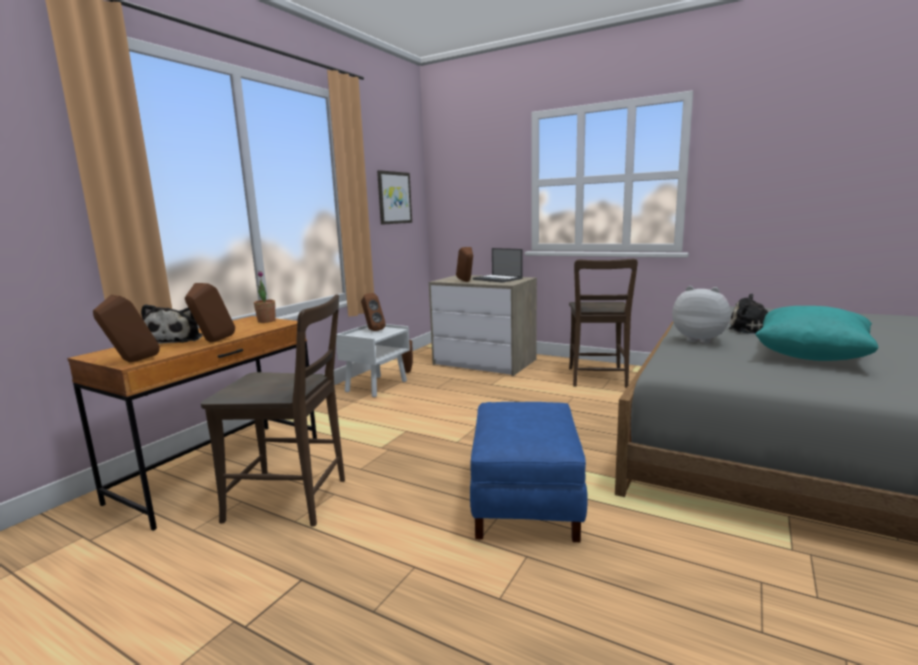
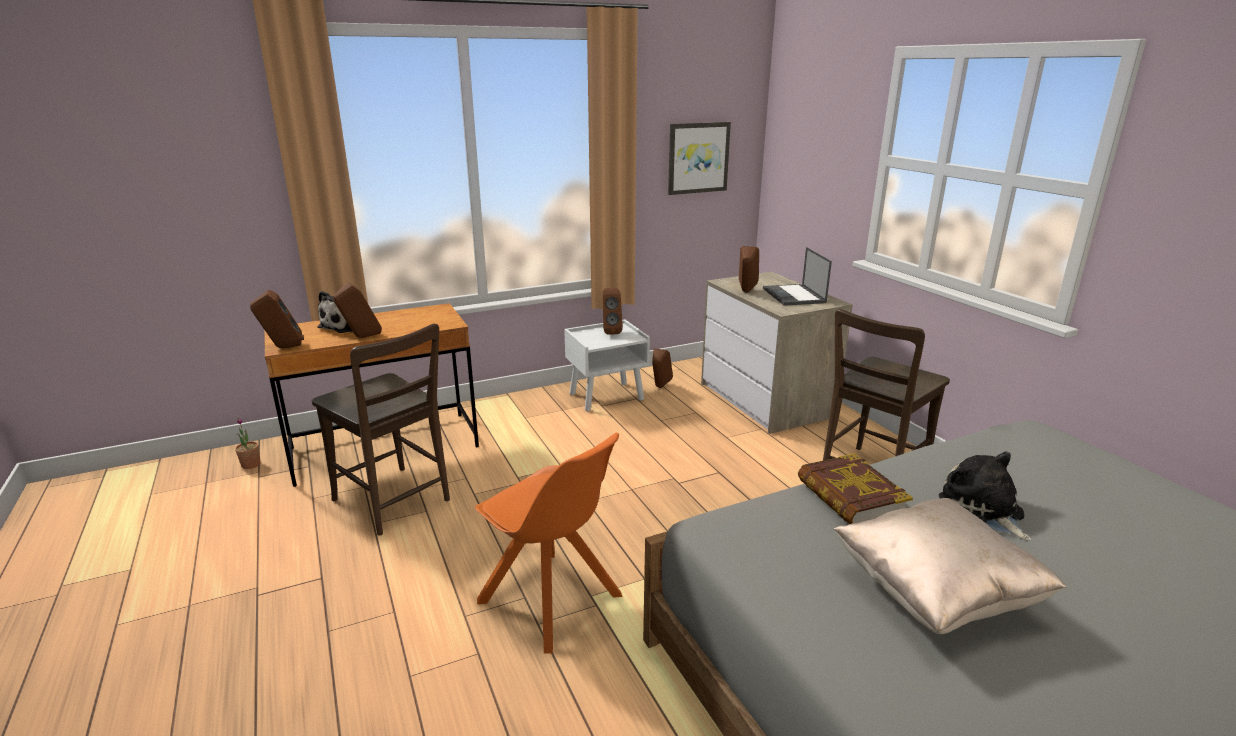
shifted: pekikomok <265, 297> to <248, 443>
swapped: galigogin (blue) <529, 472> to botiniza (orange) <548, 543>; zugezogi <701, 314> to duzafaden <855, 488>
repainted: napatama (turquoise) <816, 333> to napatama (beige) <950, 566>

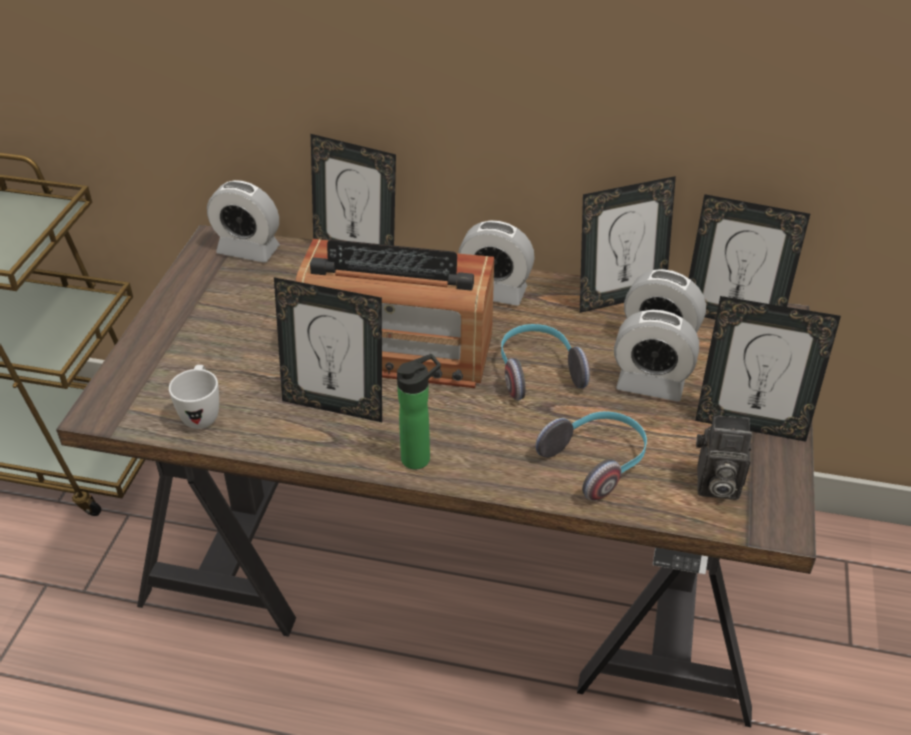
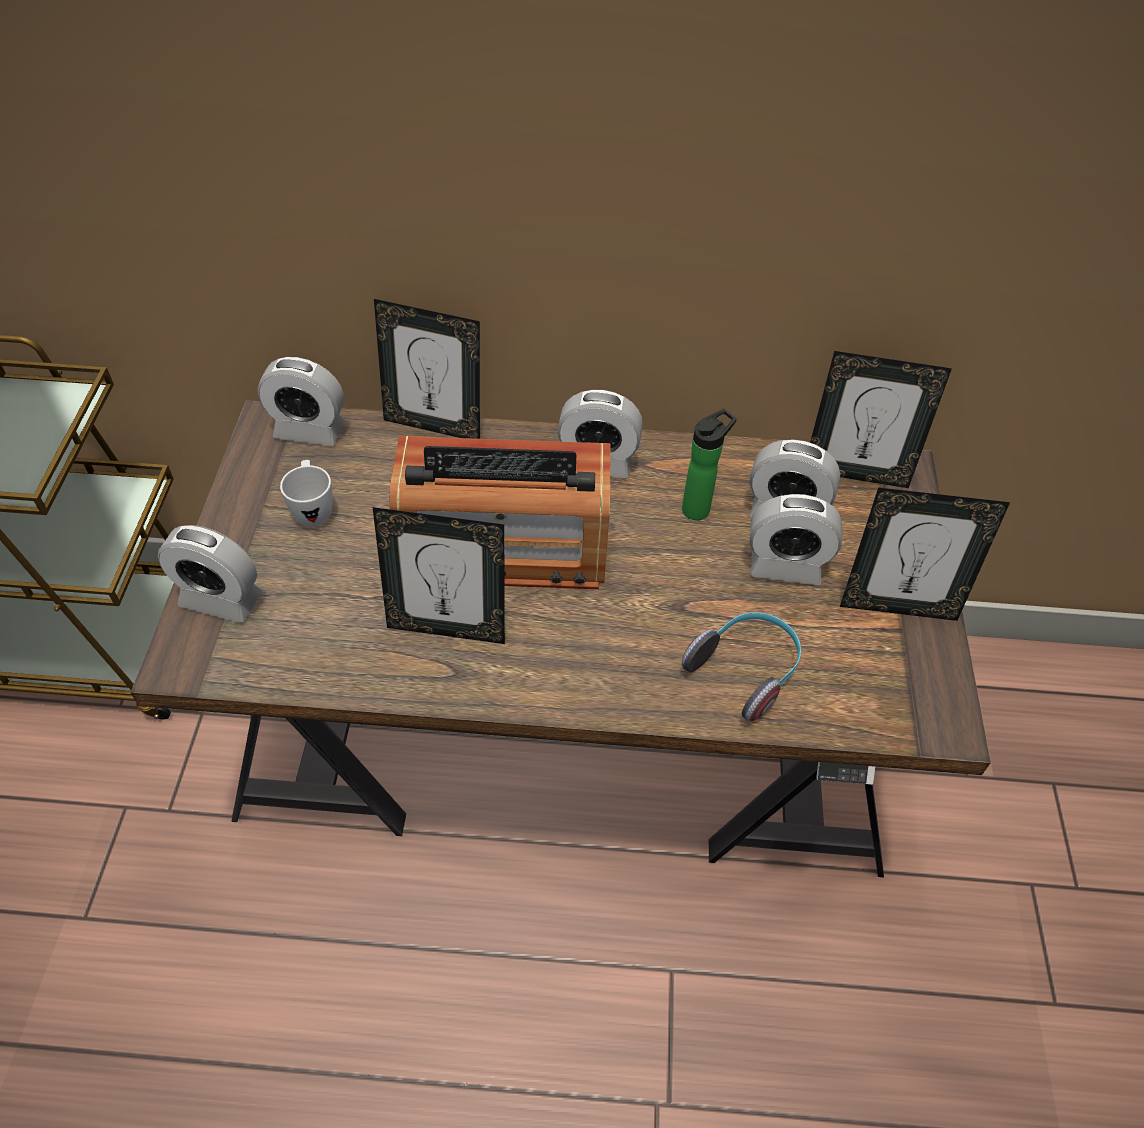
gone: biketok <545, 362>; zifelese <628, 244>; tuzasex <724, 457>
new: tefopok <210, 574>
shifted: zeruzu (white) <194, 397> to <306, 493>; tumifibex <419, 411> to <709, 464>

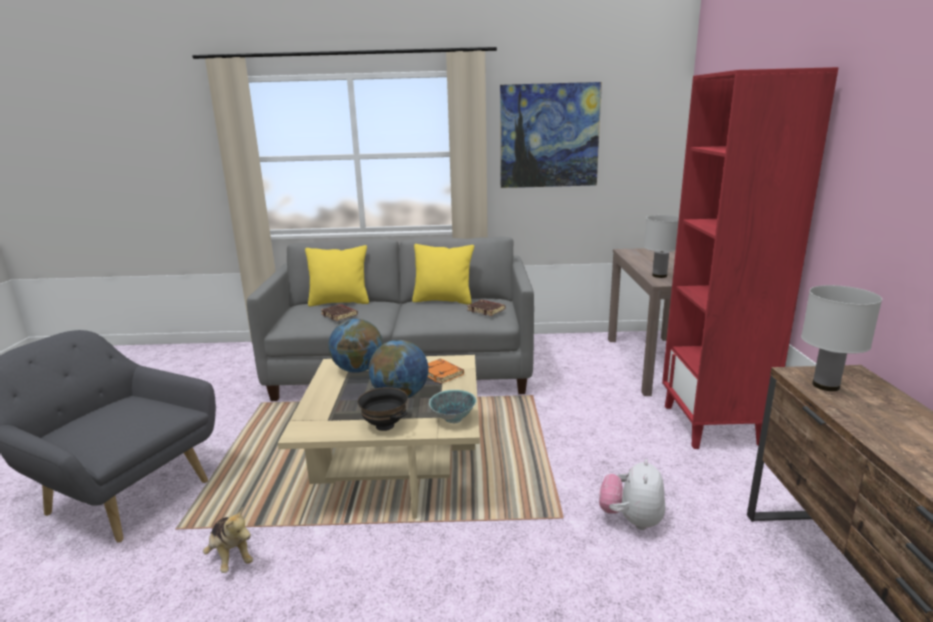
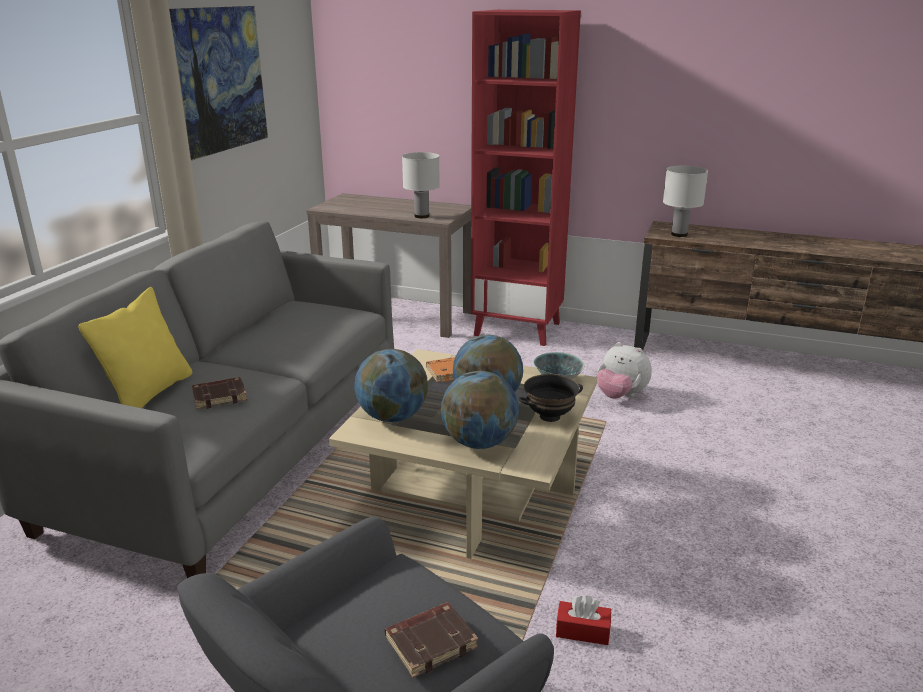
gone: napatama (yellow) <443, 274>
new: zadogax <480, 410>
shifted: duzafaden (brown) <486, 308> to <431, 640>
swapped: zugezogi <228, 539> to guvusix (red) <583, 620>

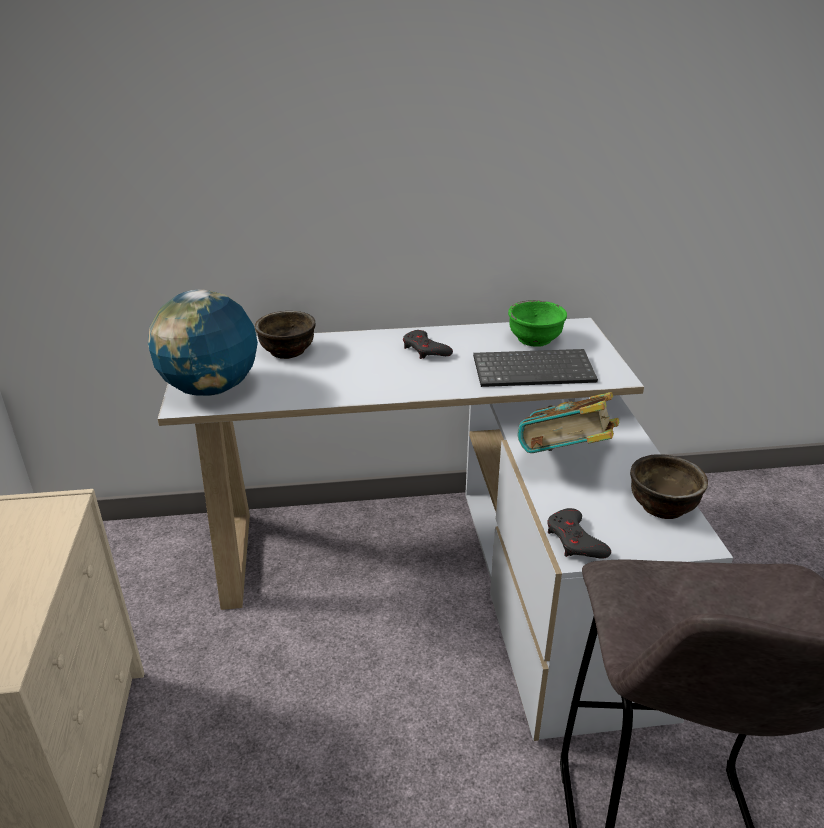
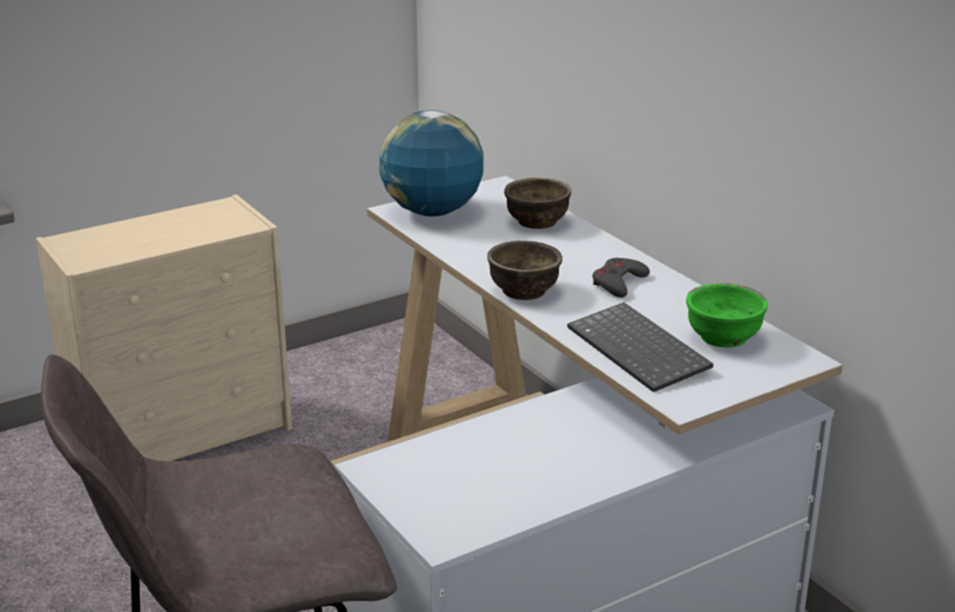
gone: duzafaden <569, 422>; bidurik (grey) <579, 533>
shifted: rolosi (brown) <669, 486> to <524, 270>

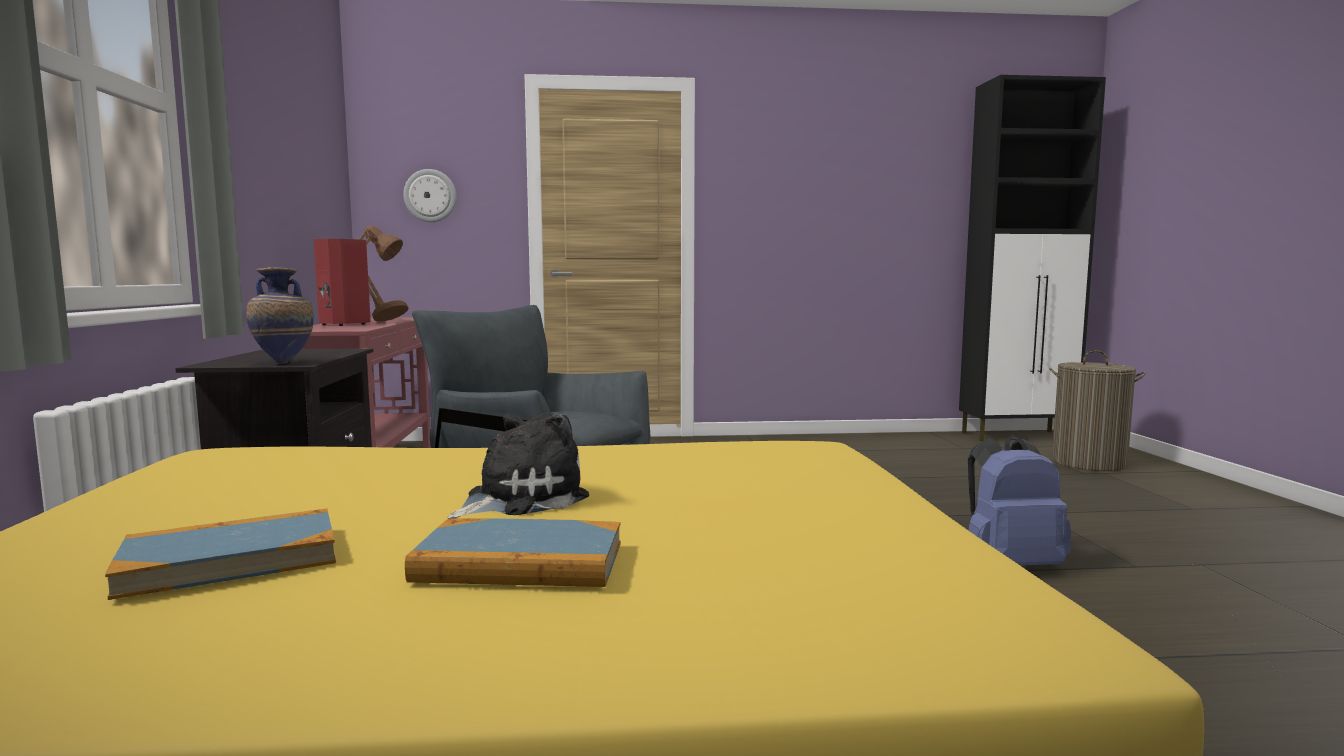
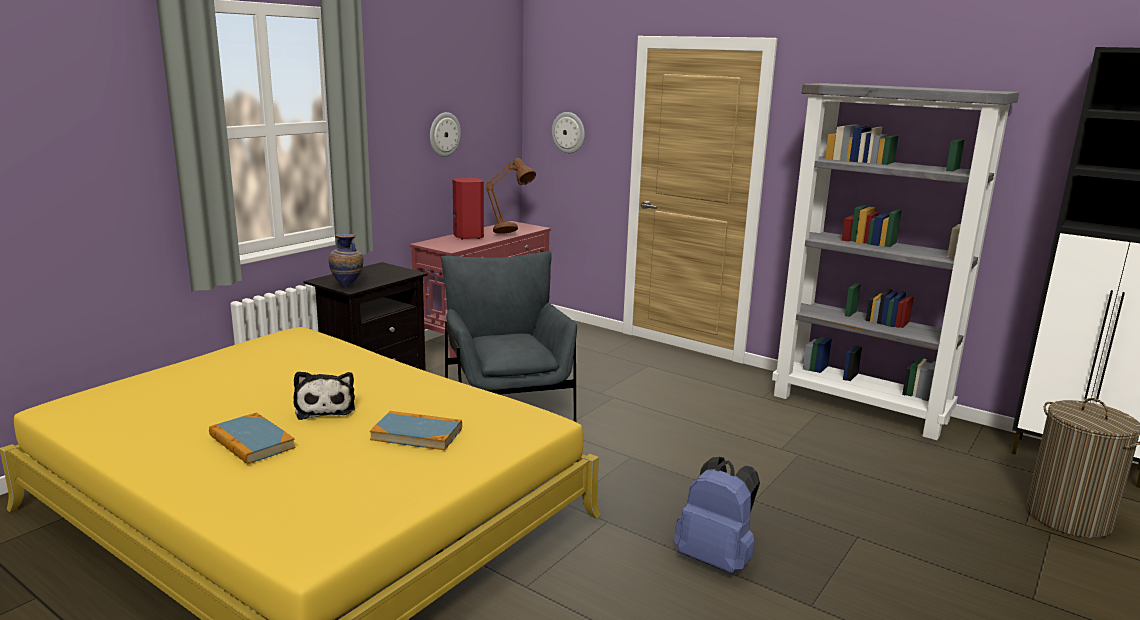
new: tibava <445, 134>; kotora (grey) <895, 261>
shifted: duzafaden <220, 554> to <416, 430>
rotated: zugezogi <518, 465> = <324, 395> 75 degrees clockwise

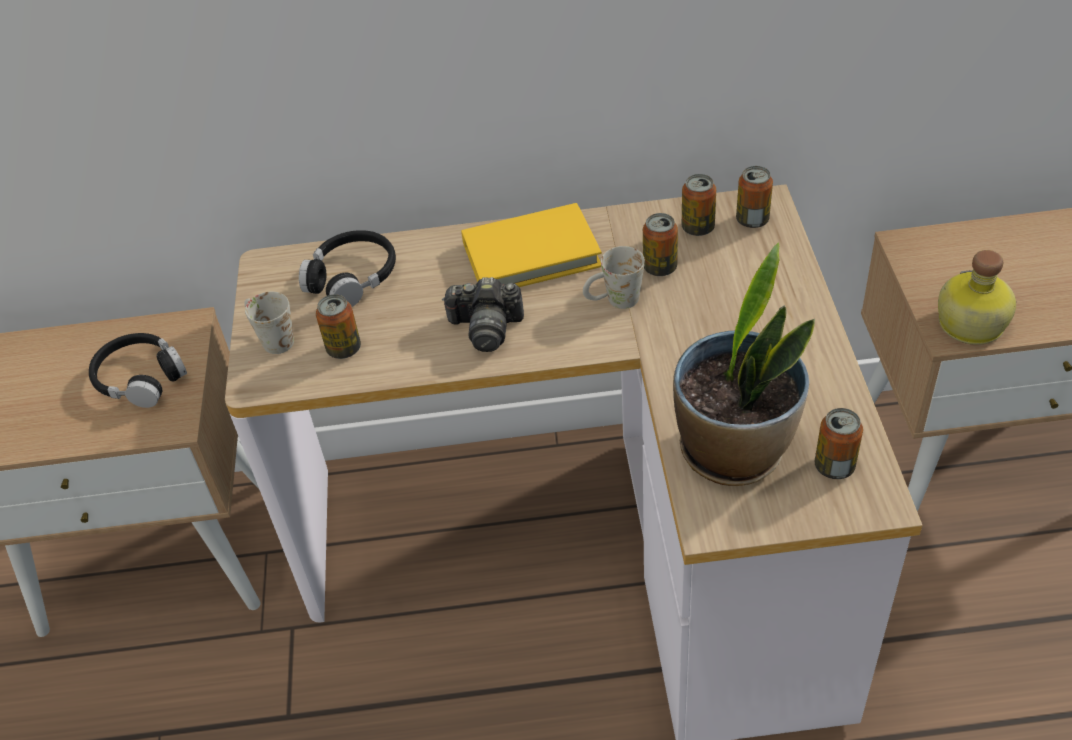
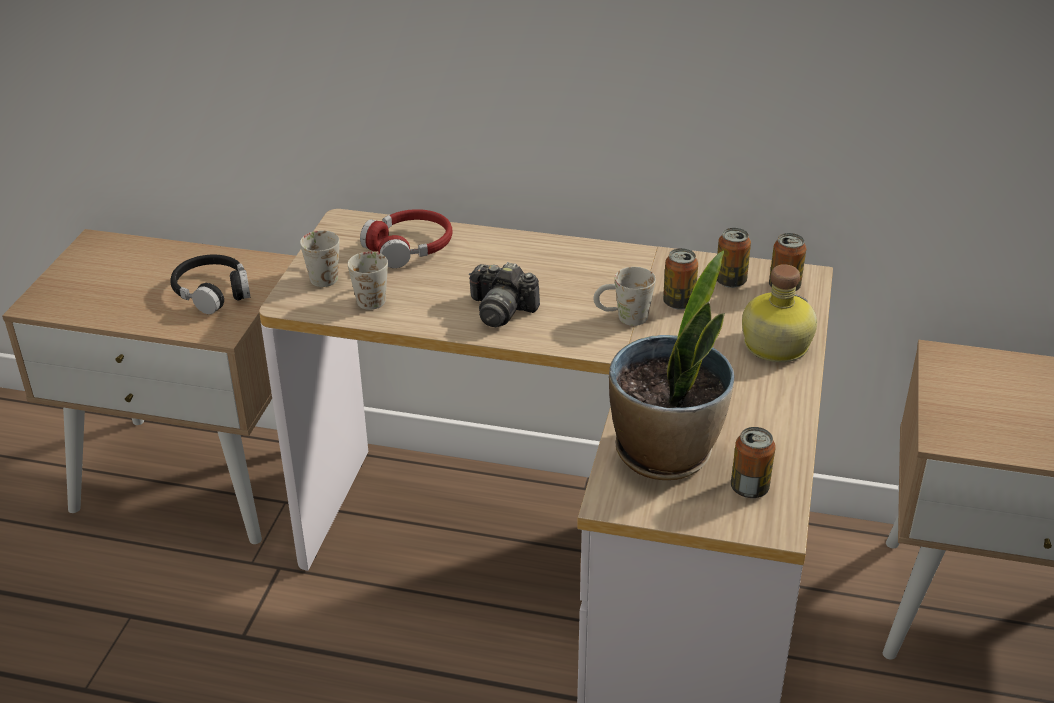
gone: duzafaden (yellow) <531, 245>
shifted: tumifibex <977, 297> to <779, 313>
swapped: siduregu <338, 326> to zeruzu (white) <368, 281>
repainted: biketok (black) <347, 268> to biketok (red) <406, 238>

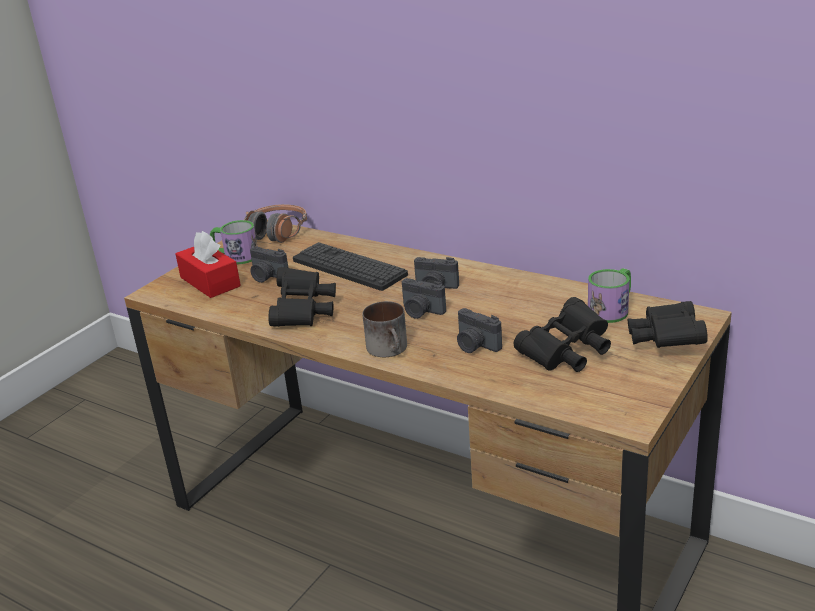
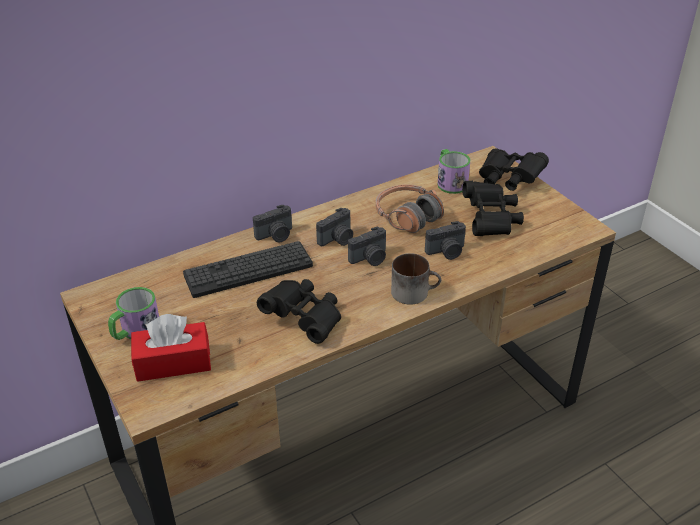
shifted: biketok <275, 223> to <410, 208>; tuzasex <269, 265> to <272, 224>

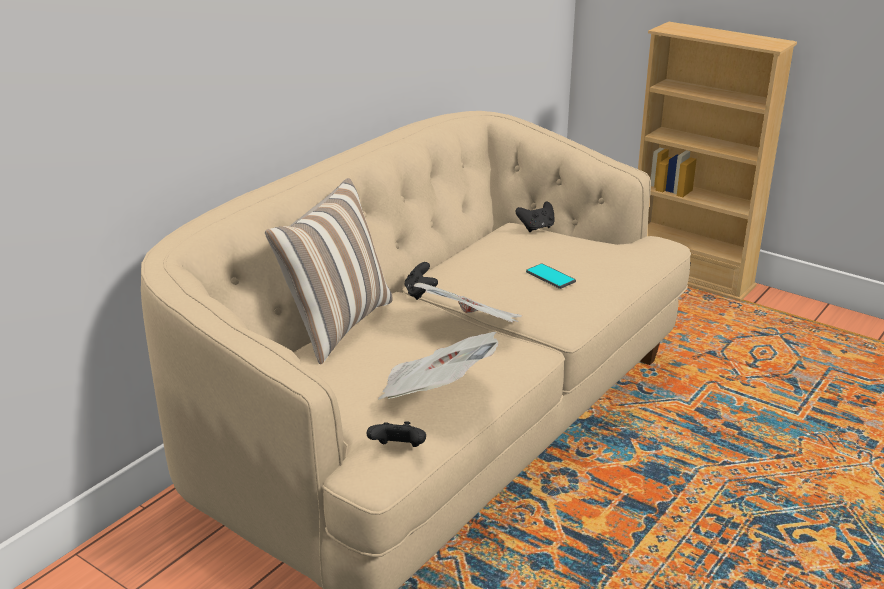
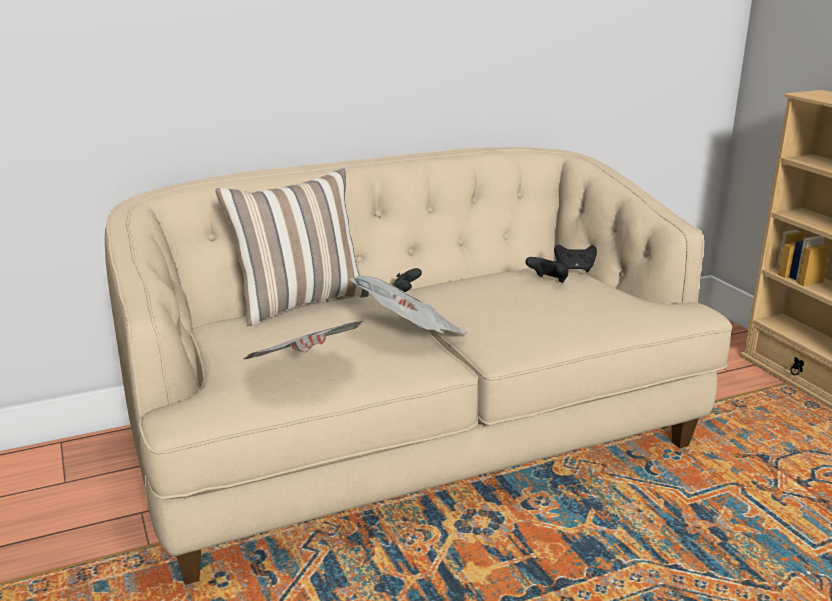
gone: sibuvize <551, 276>
shifted: bidurik (black) <396, 434> to <546, 270>

